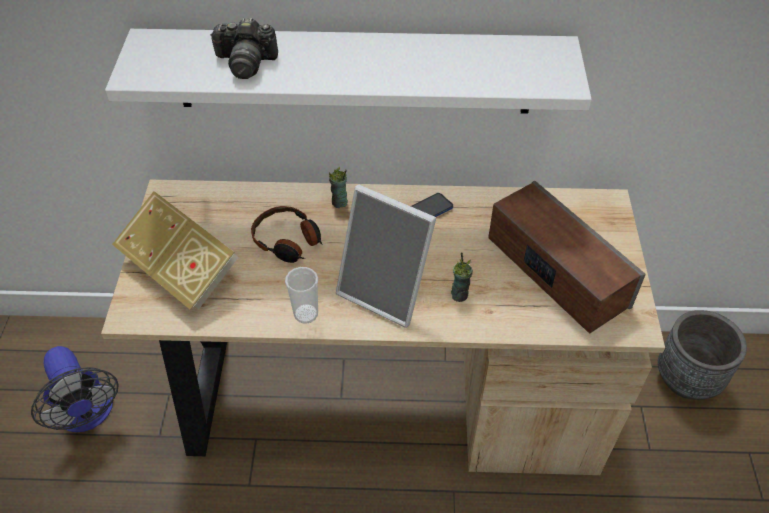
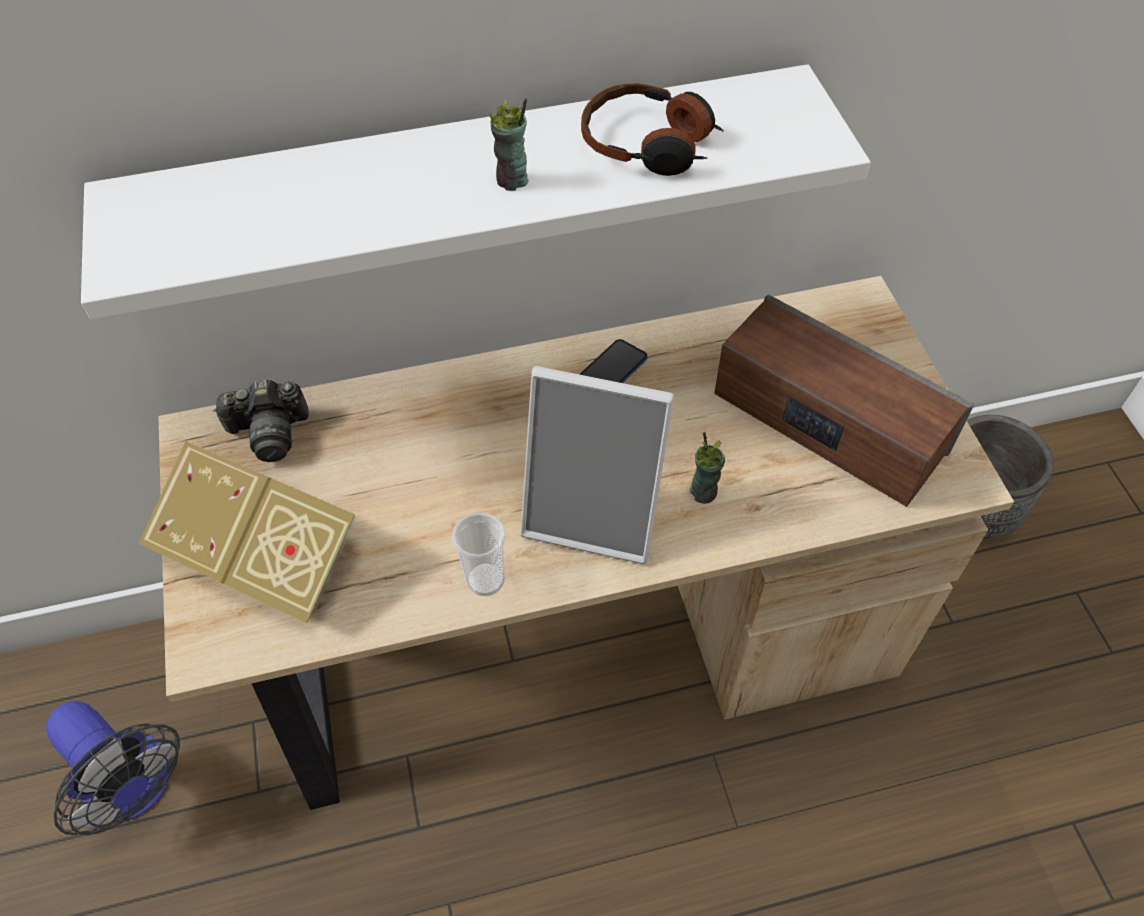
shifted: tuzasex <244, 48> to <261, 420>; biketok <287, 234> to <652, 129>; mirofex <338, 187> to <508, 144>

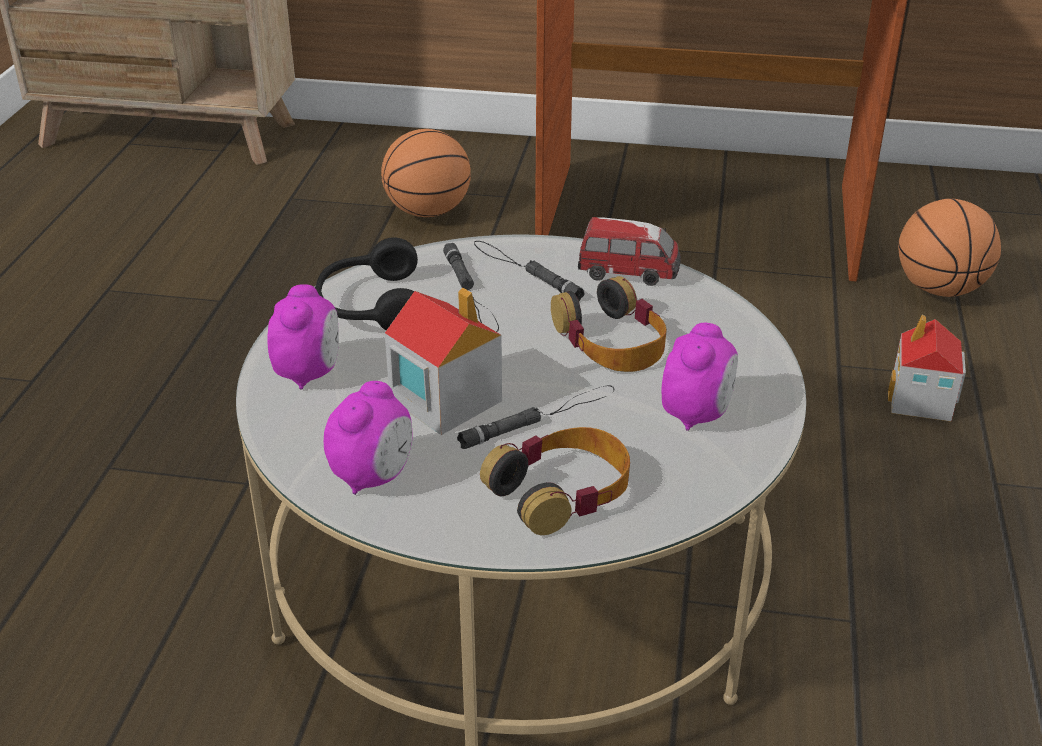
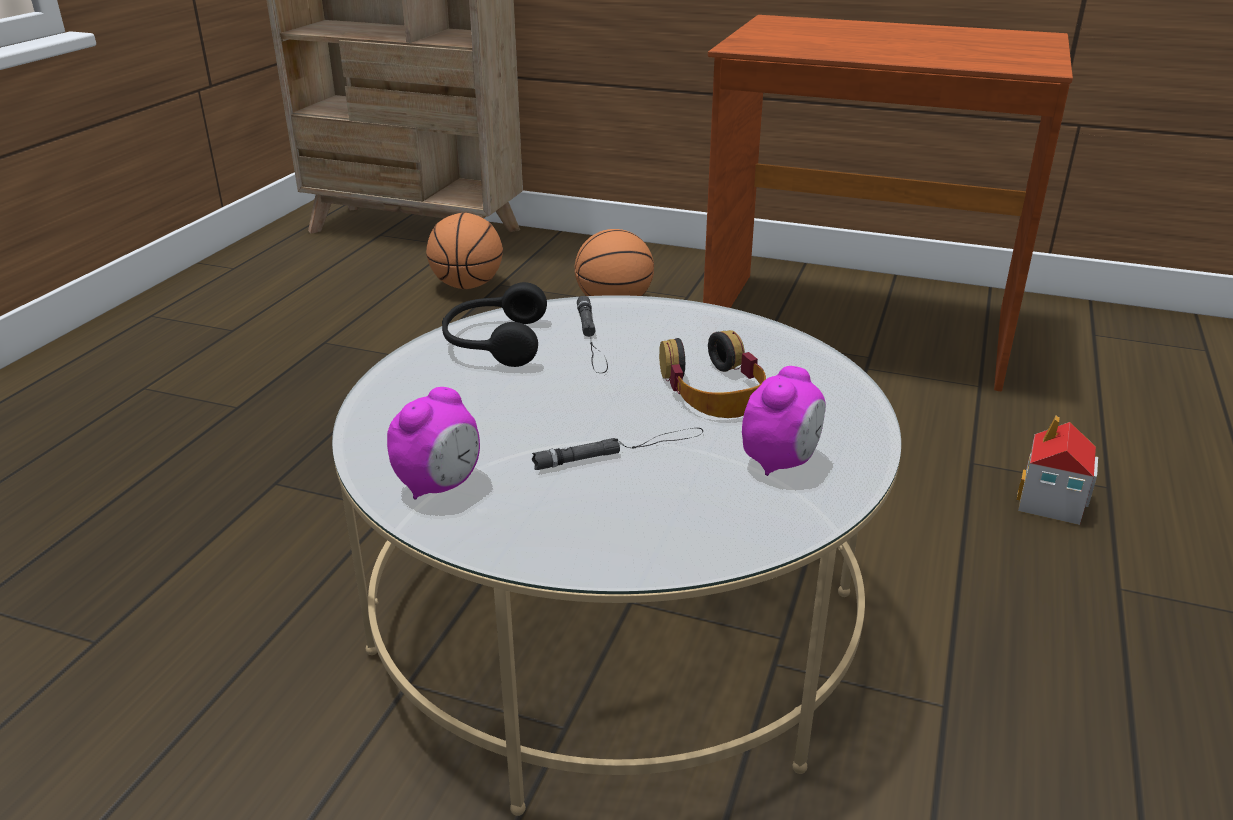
gone: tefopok <303, 336>; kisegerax <443, 361>; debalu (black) <529, 271>; biketok <555, 481>; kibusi <629, 251>
shifted: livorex <949, 247> to <464, 250>

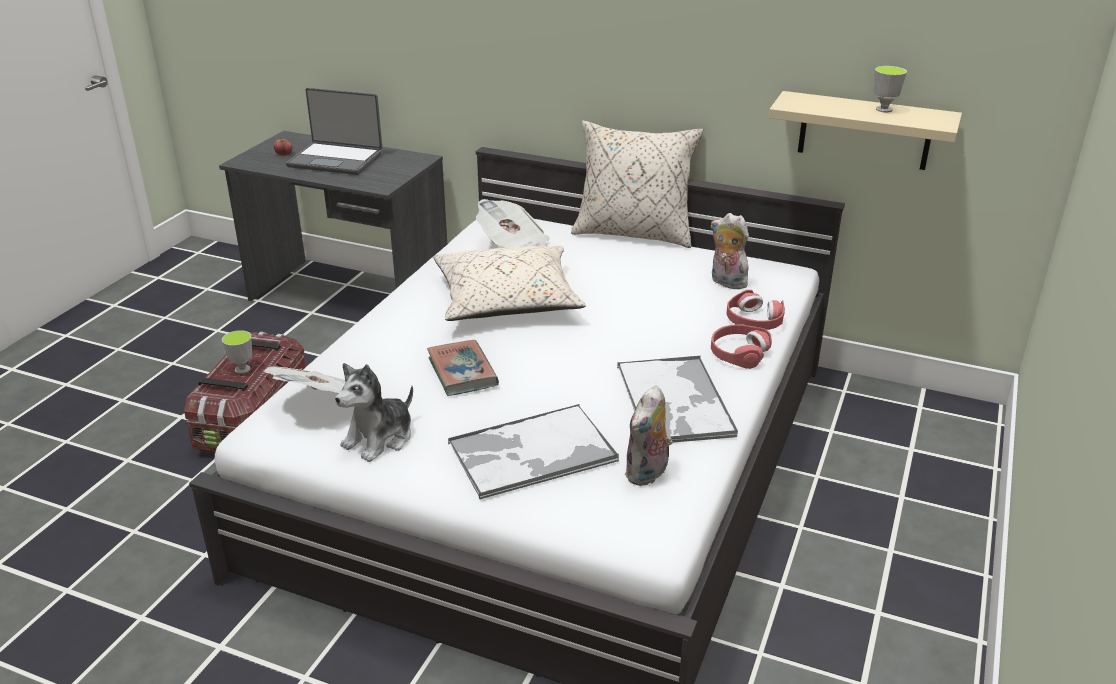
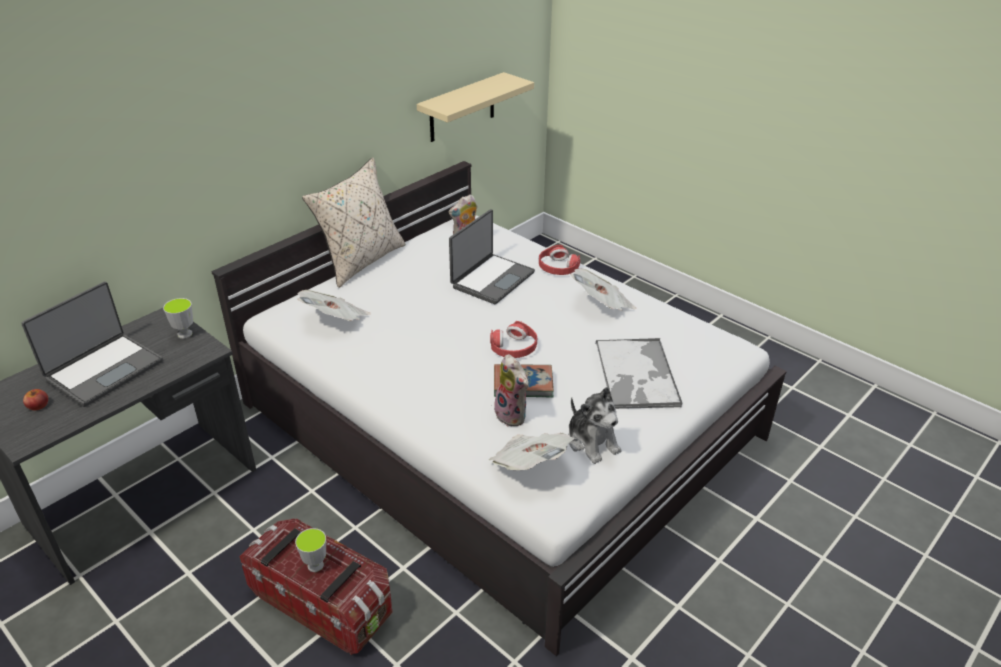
gone: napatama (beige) <509, 283>
new: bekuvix <492, 256>
shifted: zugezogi <649, 435> to <511, 390>; biketok (red) <755, 310> to <513, 339>; mirofex <890, 89> to <178, 318>
swapped: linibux <677, 399> to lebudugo <603, 290>

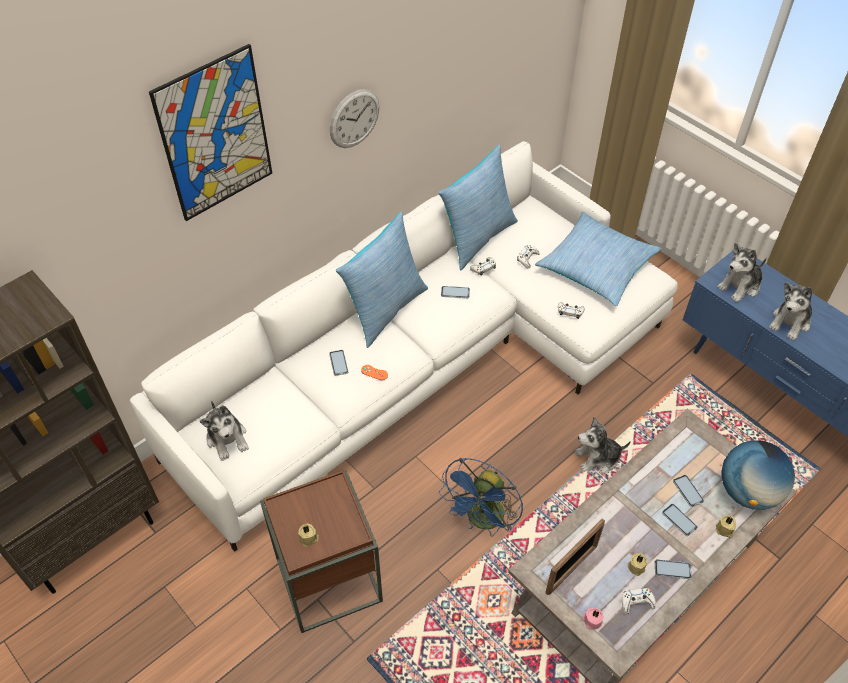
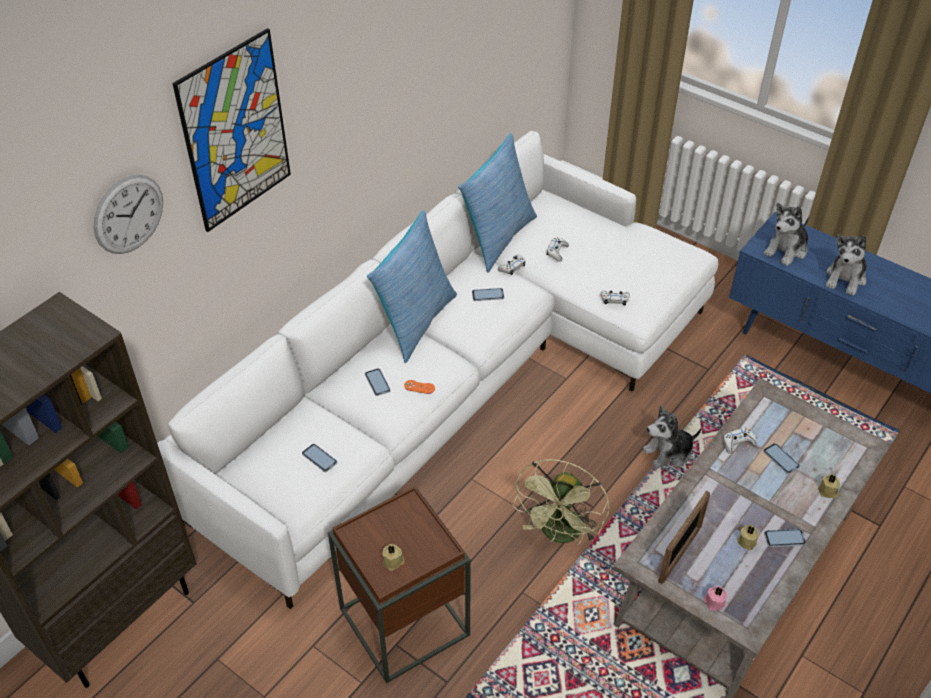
gone: zugezogi <224, 430>; napatama <598, 259>; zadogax <758, 475>
shifted: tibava <354, 118> to <128, 214>; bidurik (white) <639, 601> to <740, 441>; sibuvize <680, 520> to <319, 458>
repainted: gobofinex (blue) <481, 497> to gobofinex (green) <560, 502>

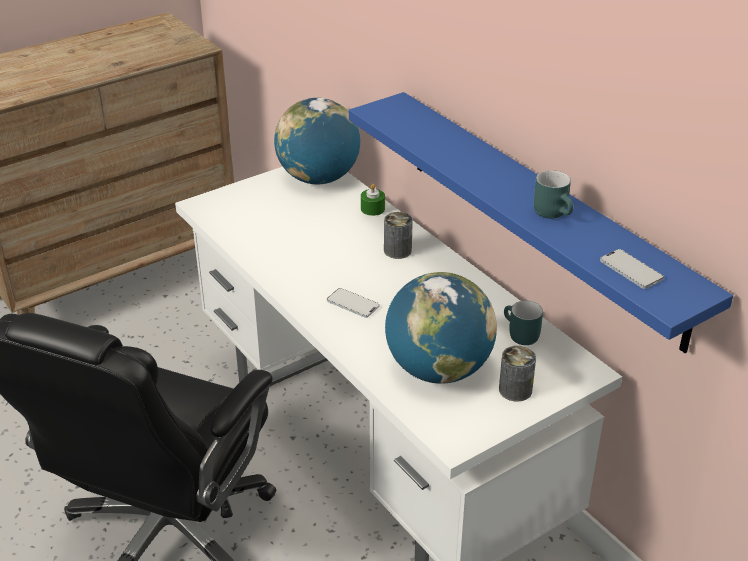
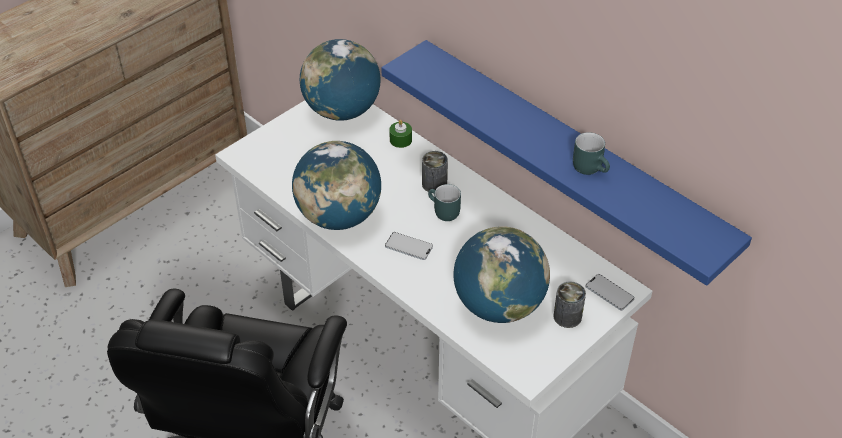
new: zadogax <336, 185>
shifted: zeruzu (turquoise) <523, 323> to <444, 202>; sibuvize <632, 269> to <610, 292>

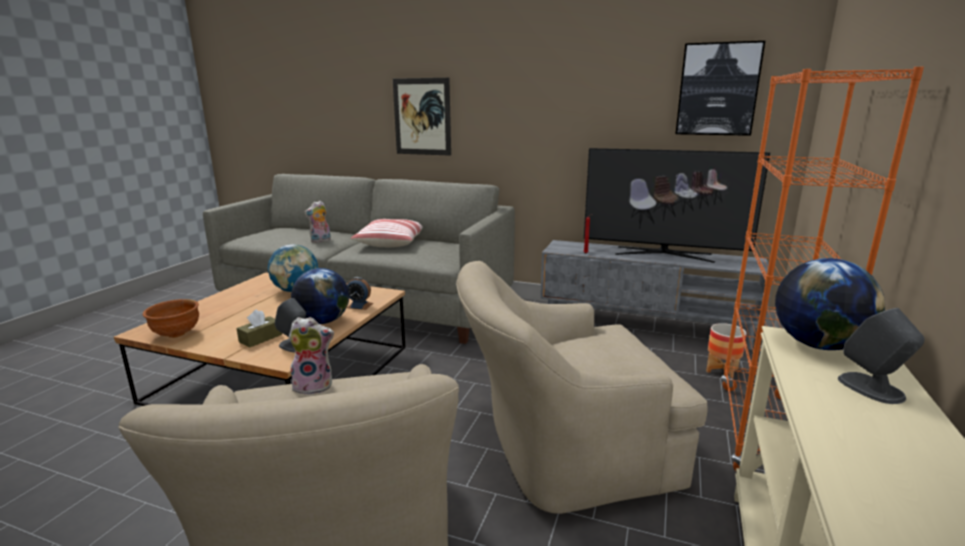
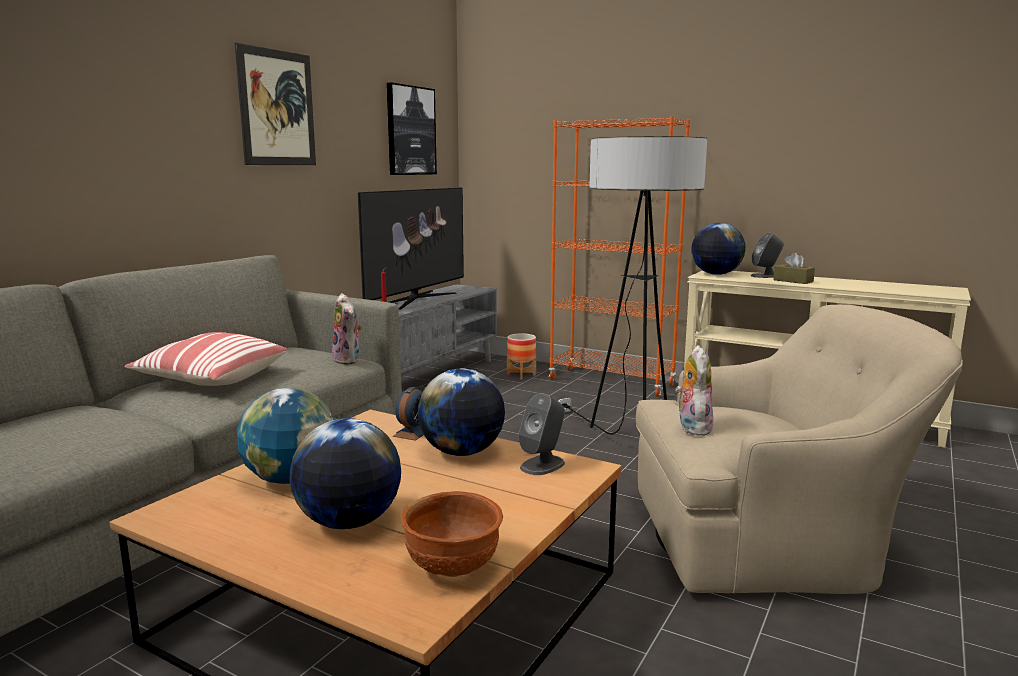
new: zadogax <345, 473>
shifted: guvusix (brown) <259, 328> to <794, 268>; zugezogi <317, 222> to <347, 329>; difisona <422, 117> to <275, 104>
swapped: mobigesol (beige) <582, 387> to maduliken <632, 285>

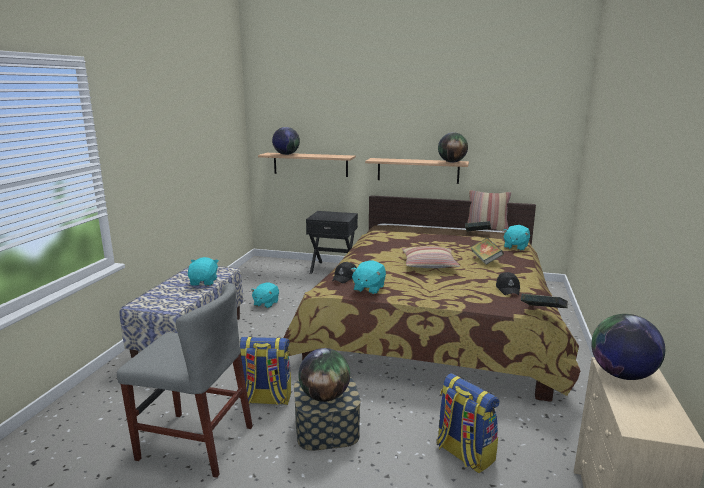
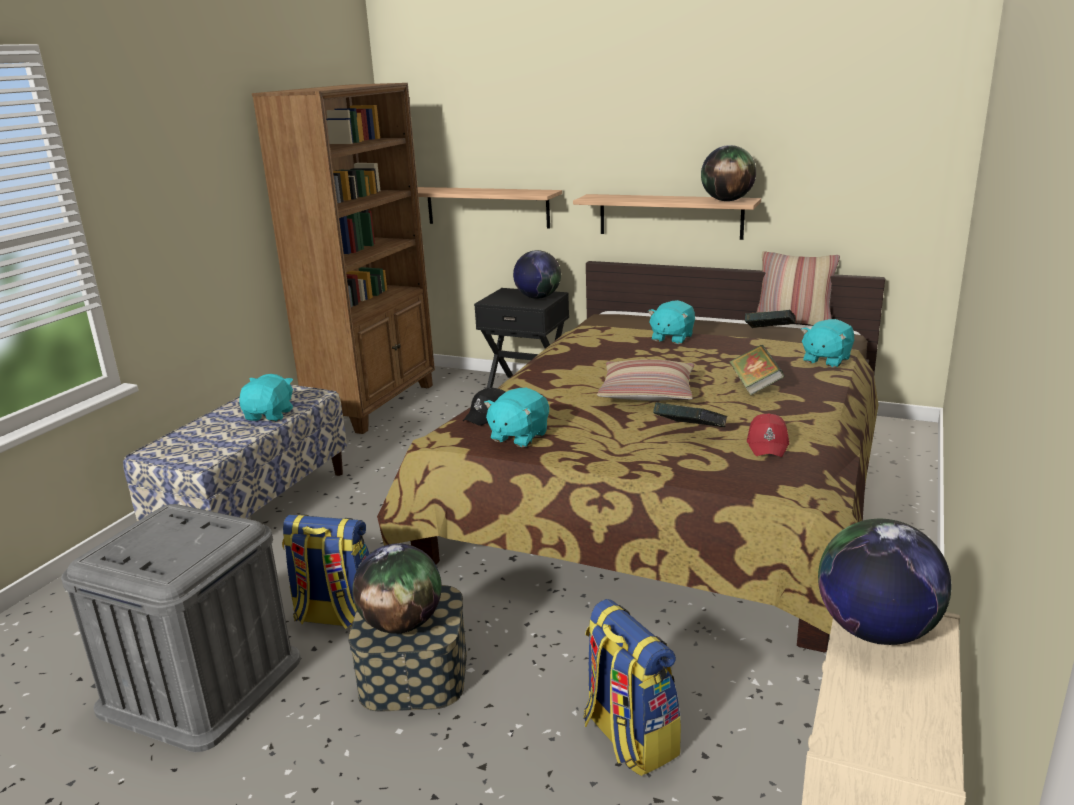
new: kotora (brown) <343, 258>
shifted: zugezogi (turquoise) <265, 295> to <671, 322>; zadogax <286, 141> to <537, 274>; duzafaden <544, 301> to <690, 414>
swapped: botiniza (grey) <185, 380> to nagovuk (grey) <181, 628>
repainted: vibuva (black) <508, 283> to vibuva (red) <768, 435>

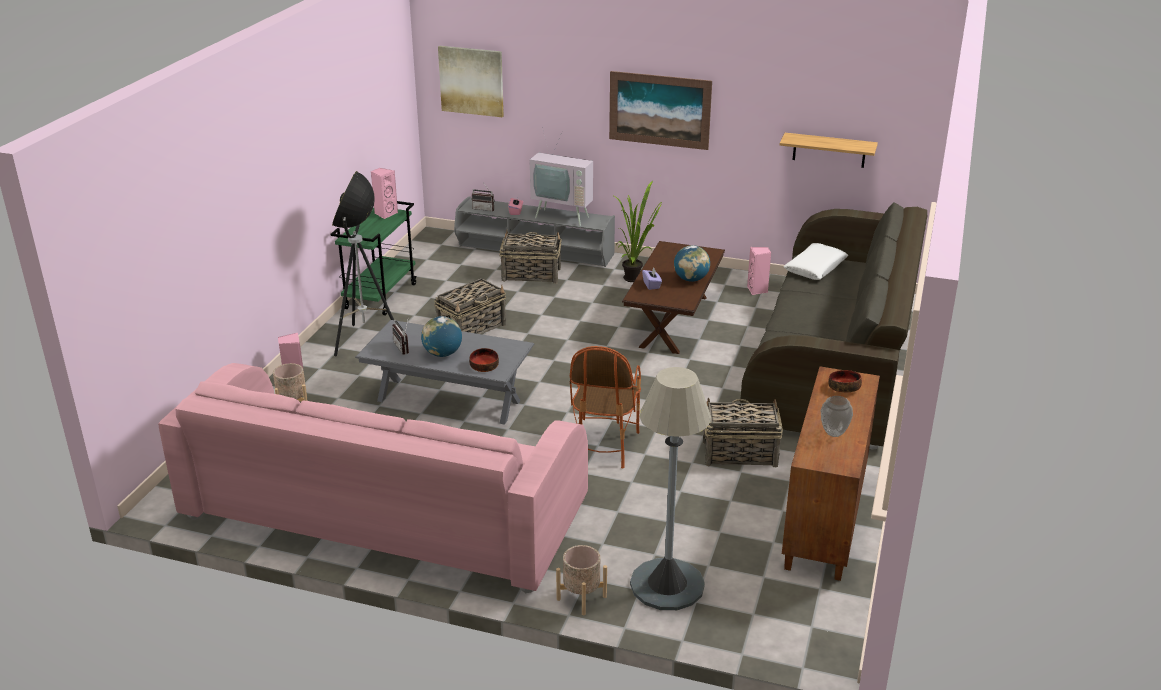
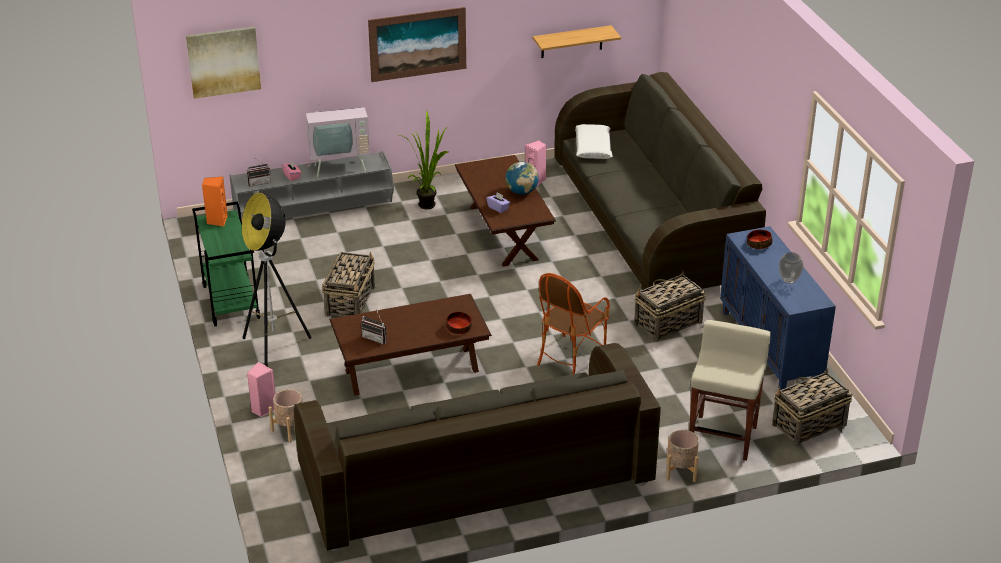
gone: zadogax <441, 336>
shifted: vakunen <530, 257> to <812, 407>
swapped: maduliken (grey) <670, 488> to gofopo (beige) <730, 390>
repainted: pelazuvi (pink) <373, 478> to pelazuvi (grey) <477, 447>; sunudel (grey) <444, 372> to sunudel (brown) <410, 345>; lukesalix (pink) <384, 193> to lukesalix (orange) <215, 201>; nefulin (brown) <831, 473> to nefulin (blue) <778, 308>
rotated: mobigesol <605, 407> = <573, 323> 60 degrees clockwise

